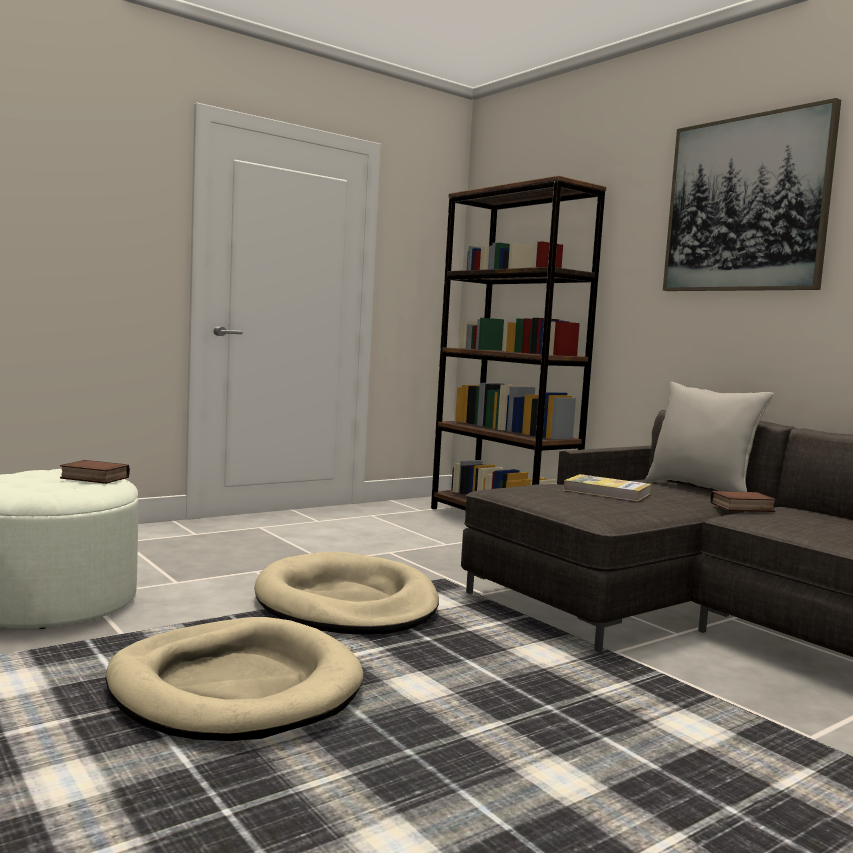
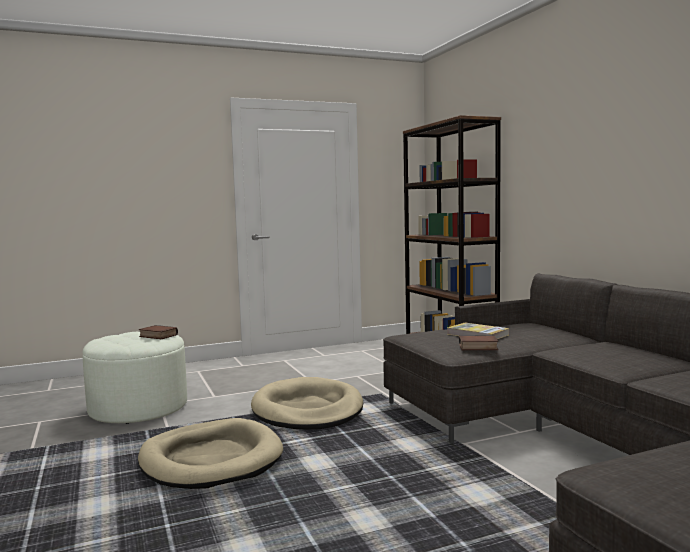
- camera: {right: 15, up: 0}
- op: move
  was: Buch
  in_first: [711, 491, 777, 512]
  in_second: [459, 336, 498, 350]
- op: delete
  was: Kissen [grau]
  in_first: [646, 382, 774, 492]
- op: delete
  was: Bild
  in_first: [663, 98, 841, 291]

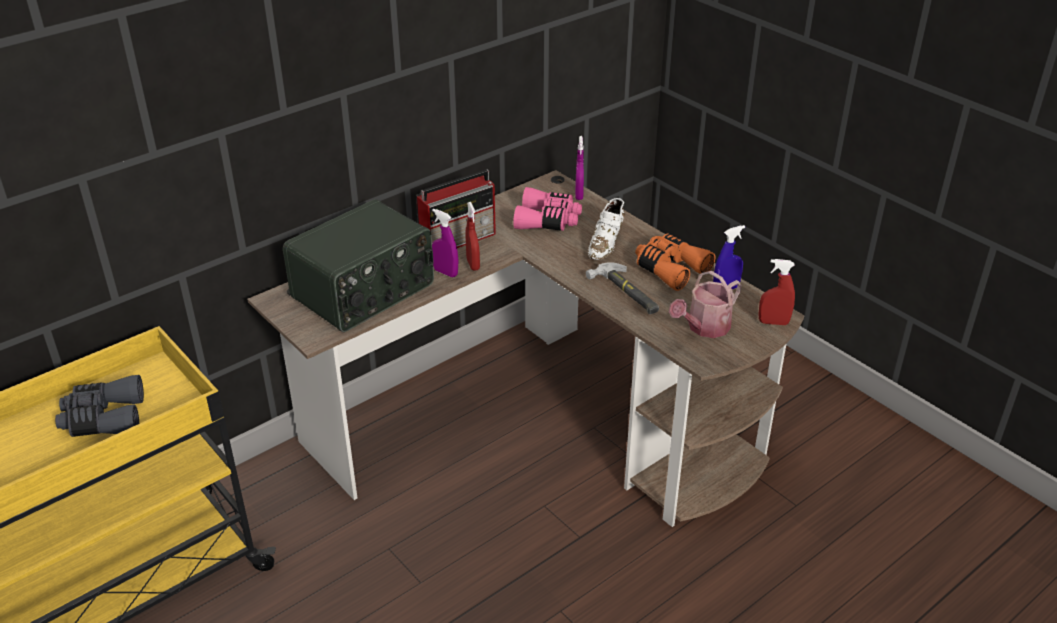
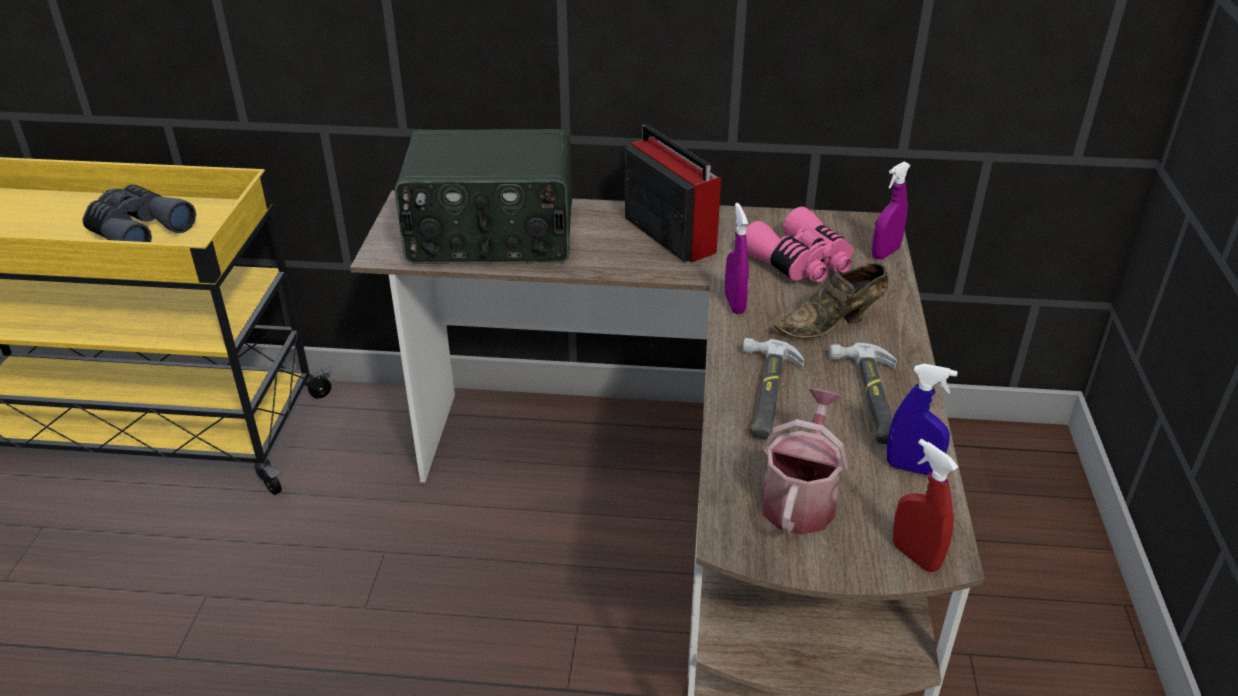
- camera: {right: 45, up: 0}
- op: rotate
  was: Radio
  in_first: [416, 169, 496, 248]
  in_second: [625, 125, 721, 263]
  clockwise: -135
- op: move
  was: Sprühflasche [lila]
  in_first: [432, 209, 458, 277]
  in_second: [725, 203, 749, 314]
- op: rotate
  was: Gießkanne
  in_first: [669, 271, 742, 338]
  in_second: [761, 388, 848, 535]
  clockwise: 105
- op: recolor
  was: Schuh [weiß]
  now: Schuh [braun]
  in_first: [588, 198, 625, 260]
  in_second: [774, 263, 888, 338]
- op: replace
  was: Fernglas [orange]
  now: Hammer
  in_first: [635, 233, 715, 291]
  in_second: [829, 343, 897, 444]
- op: delete
  was: Sprühflasche [rot]
  in_first: [466, 202, 480, 271]

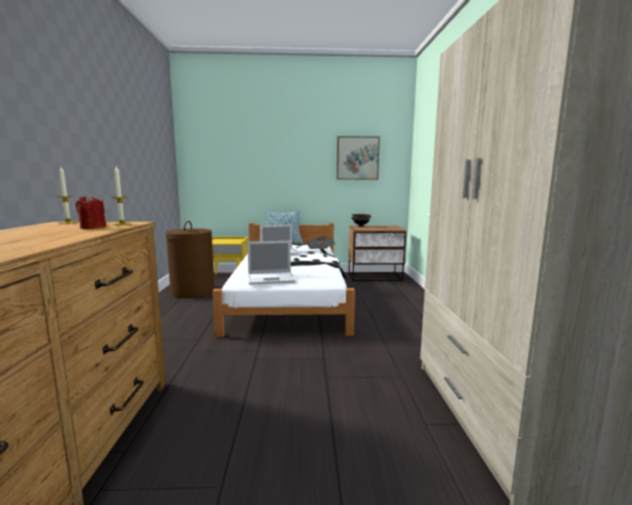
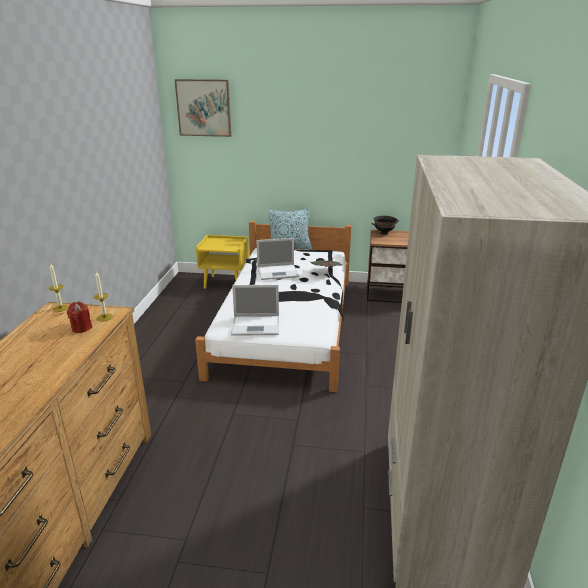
- camera: {right: 10, up: 15}
- op: move
  was: Bild
  in_first: [337, 136, 380, 180]
  in_second: [175, 79, 232, 137]
- op: delete
  was: Wäschekorb [braun]
  in_first: [166, 221, 215, 298]

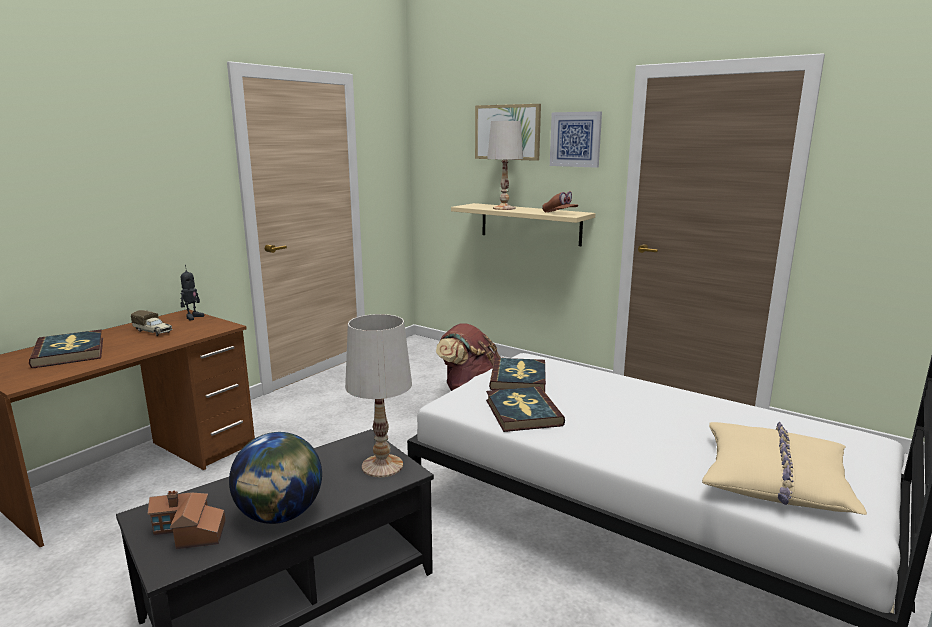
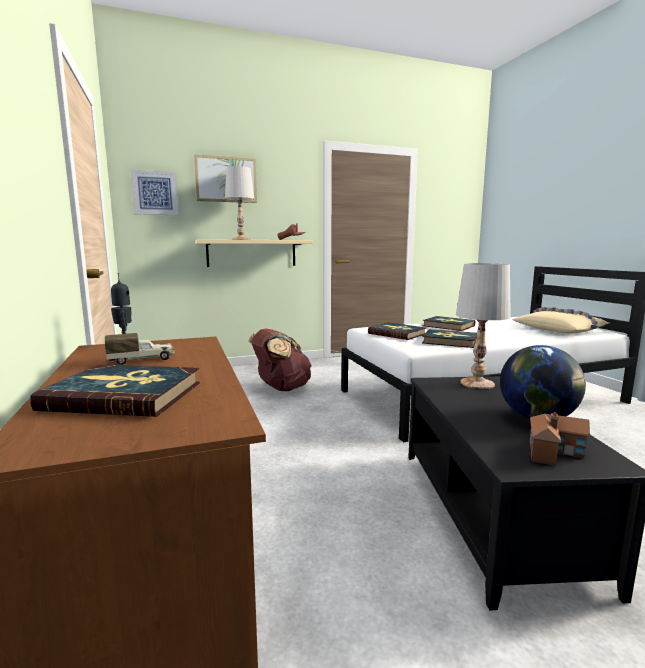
- camera: {right: -55, up: -5}
- op: move
  was: Bild
  in_first: [550, 111, 602, 168]
  in_second: [130, 170, 179, 215]
- op: insert
  now: Buch
  in_second: [422, 316, 475, 331]

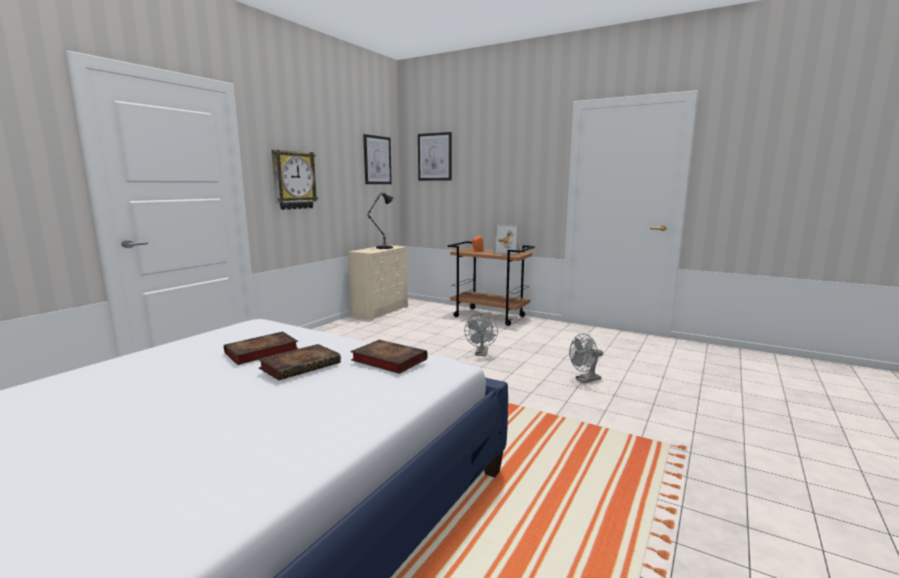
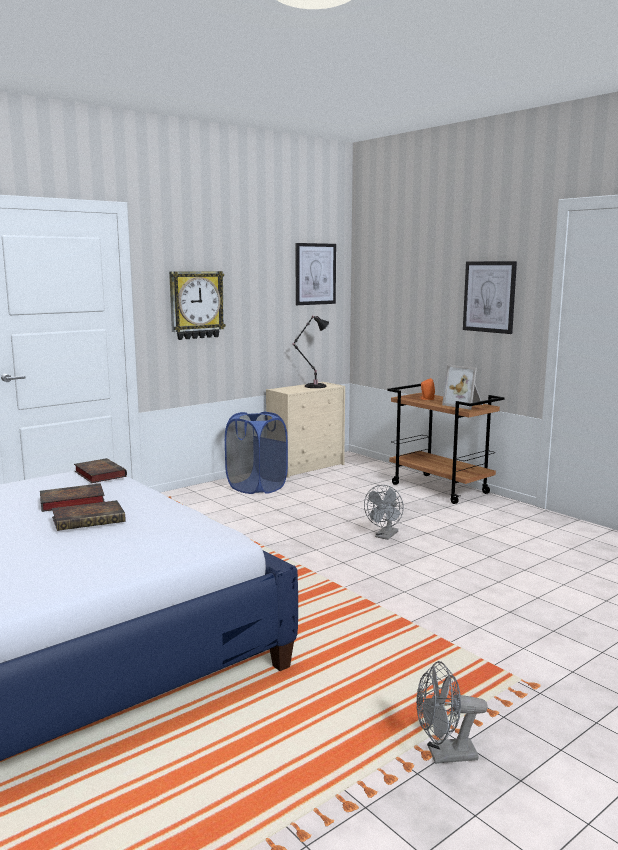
- camera: {right: 20, up: 0}
- op: move
  was: Buch
  in_first: [350, 340, 428, 374]
  in_second: [74, 458, 127, 483]
- op: insert
  now: Wäschekorb [blau]
  in_second: [225, 411, 288, 494]
- op: move
  was: Ventilator [grau]
  in_first: [569, 334, 603, 383]
  in_second: [416, 661, 488, 764]
- op: move
  was: Bild
  in_first: [418, 132, 452, 181]
  in_second: [463, 261, 517, 334]

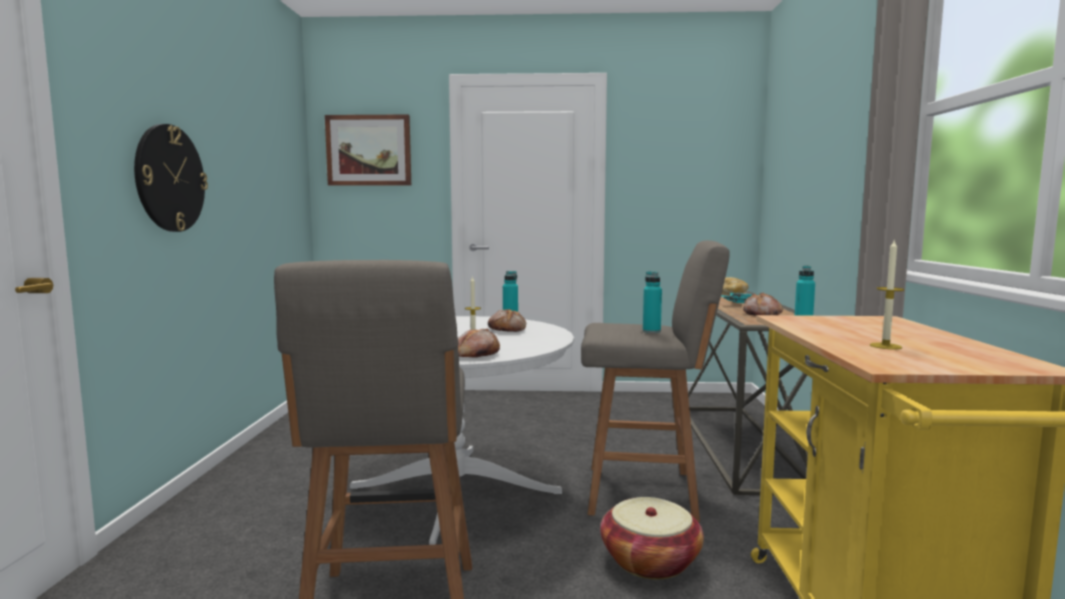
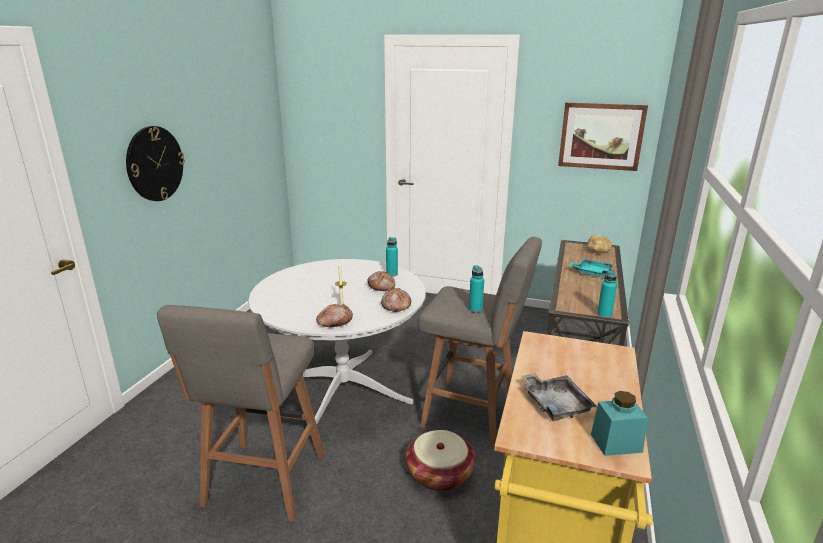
- camera: {right: 15, up: 15}
- op: move
  was: Brot
  in_first: [743, 293, 783, 315]
  in_second: [381, 287, 411, 312]
- op: replace
  was: Kerze
  now: Tablett [grau]
  in_first: [870, 239, 905, 349]
  in_second: [522, 374, 597, 421]
- op: move
  was: Bild
  in_first: [325, 114, 411, 186]
  in_second: [558, 103, 648, 171]
- op: insert
  now: Vorratsglas [türkis]
  in_second: [591, 391, 648, 456]

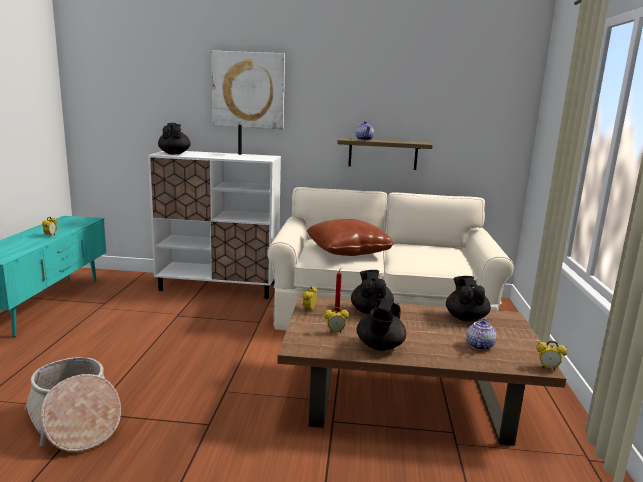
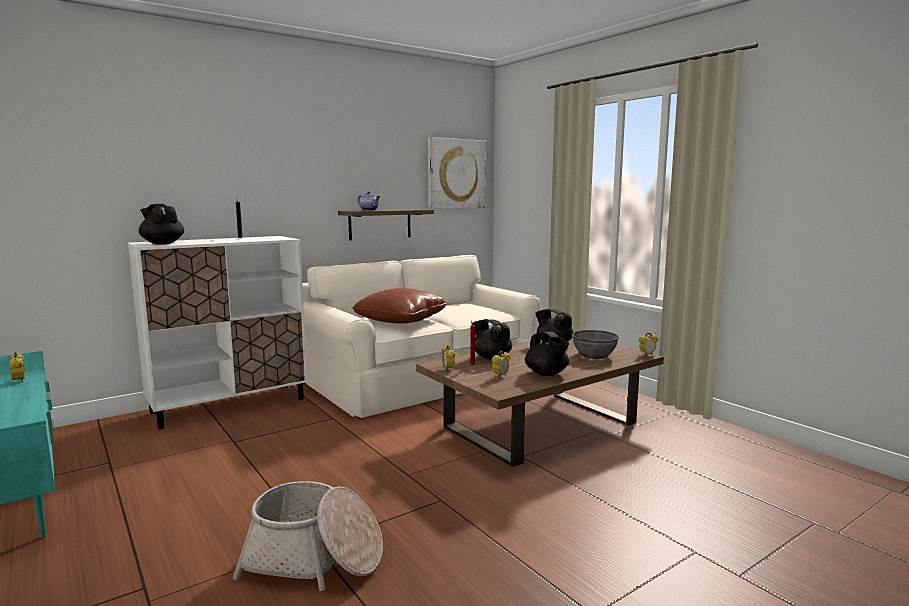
- camera: {right: -40, up: -5}
- op: move
  was: Bild
  in_first: [211, 51, 285, 129]
  in_second: [428, 137, 486, 209]
- op: replace
  was: Teekanne
  now: Schüssel [grau]
  in_first: [466, 318, 496, 350]
  in_second: [572, 330, 619, 359]

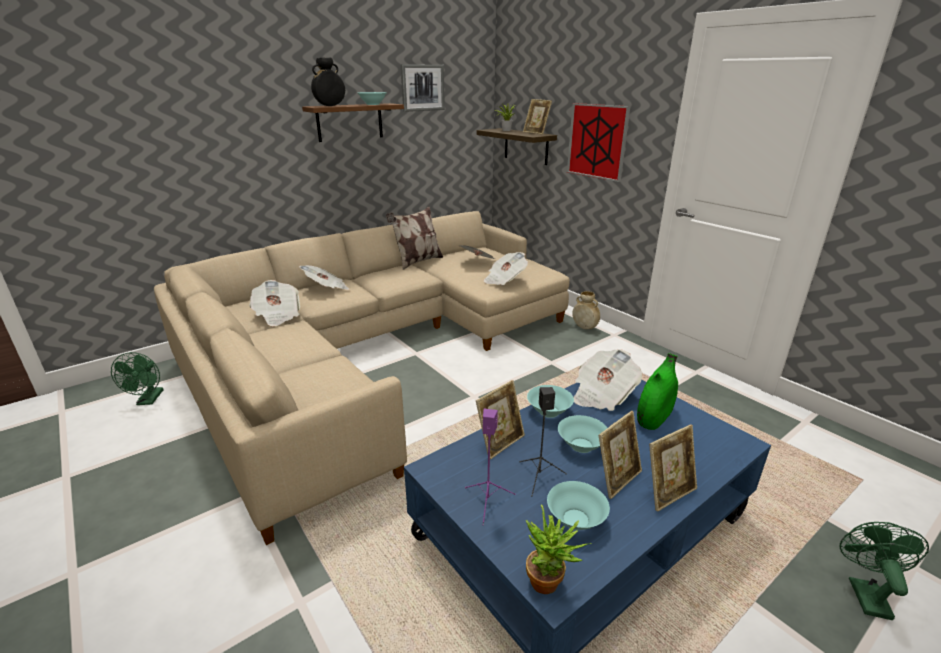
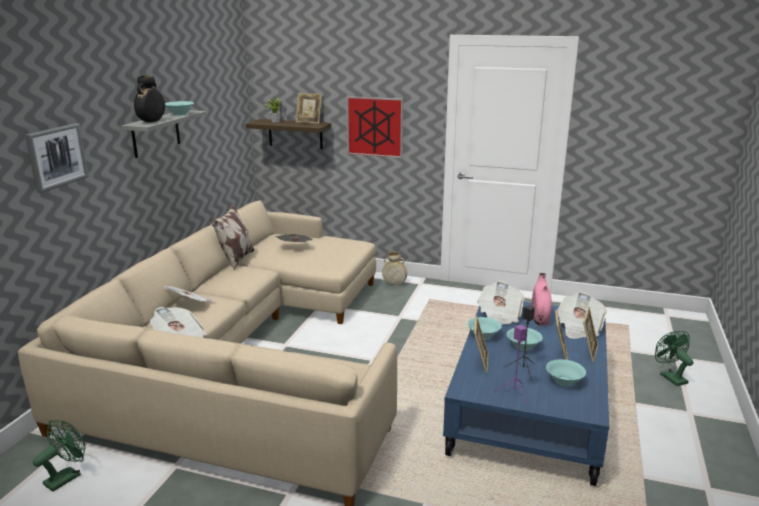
- camera: {right: -35, up: -5}
- op: move
  was: Bild
  in_first: [401, 64, 445, 112]
  in_second: [25, 123, 89, 193]
- op: rotate
  was: Ventilator [grün]
  in_first: [111, 352, 164, 405]
  in_second: [33, 420, 86, 492]
  clockwise: -105
- op: recolor
  was: Wandregal [braun]
  now: Wandregal [grau]
  in_first: [302, 103, 404, 142]
  in_second: [122, 110, 206, 158]
- op: recolor
  was: Vase [grün]
  now: Vase [rosa]
  in_first: [637, 353, 678, 430]
  in_second: [532, 273, 552, 326]
- op: move
  was: Zeitung
  in_first: [483, 252, 528, 285]
  in_second: [557, 292, 607, 339]
- op: delete
  was: Topfpflanze
  in_first: [526, 504, 592, 594]

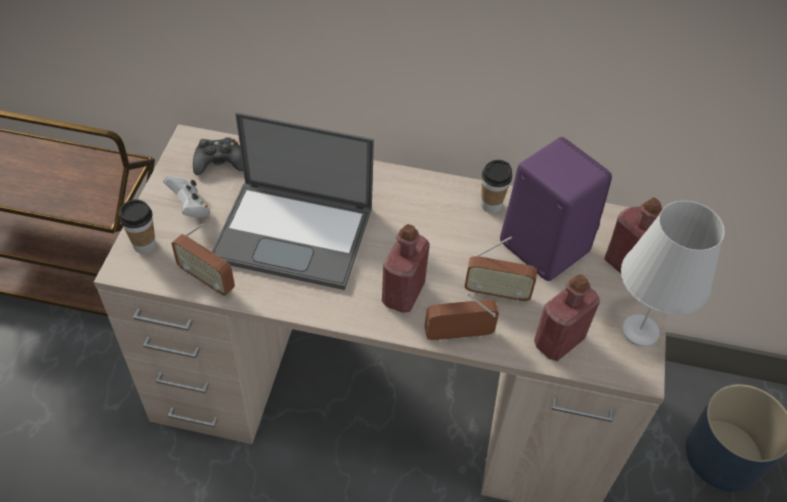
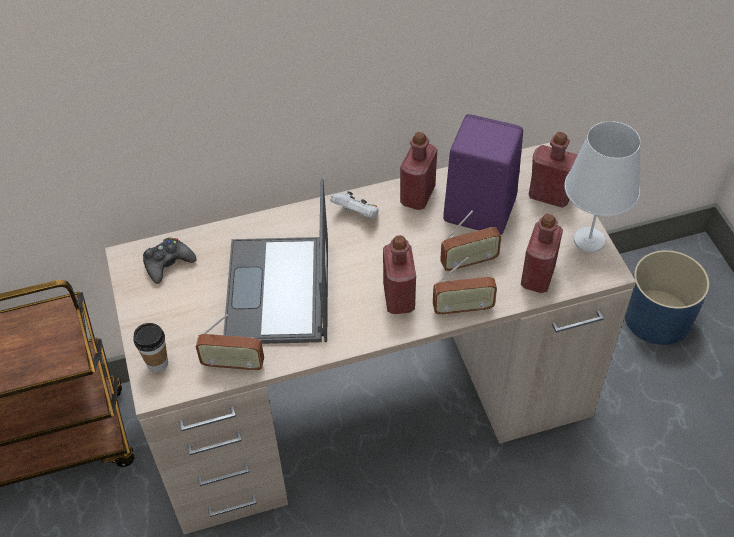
- camera: {right: -25, up: 0}
- op: rotate
  was: Laptop
  in_first: [212, 112, 374, 290]
  in_second: [223, 178, 328, 344]
  clockwise: 105
- op: move
  was: Gamepad [weiß]
  in_first: [163, 176, 210, 218]
  in_second: [331, 191, 379, 219]
- op: replace
  was: Tasse
  now: Flasche [rot]
  in_first: [481, 160, 512, 213]
  in_second: [400, 132, 437, 210]
- op: rotate
  was: Radio
  in_first: [425, 293, 499, 343]
  in_second: [433, 257, 497, 317]
  clockwise: -150

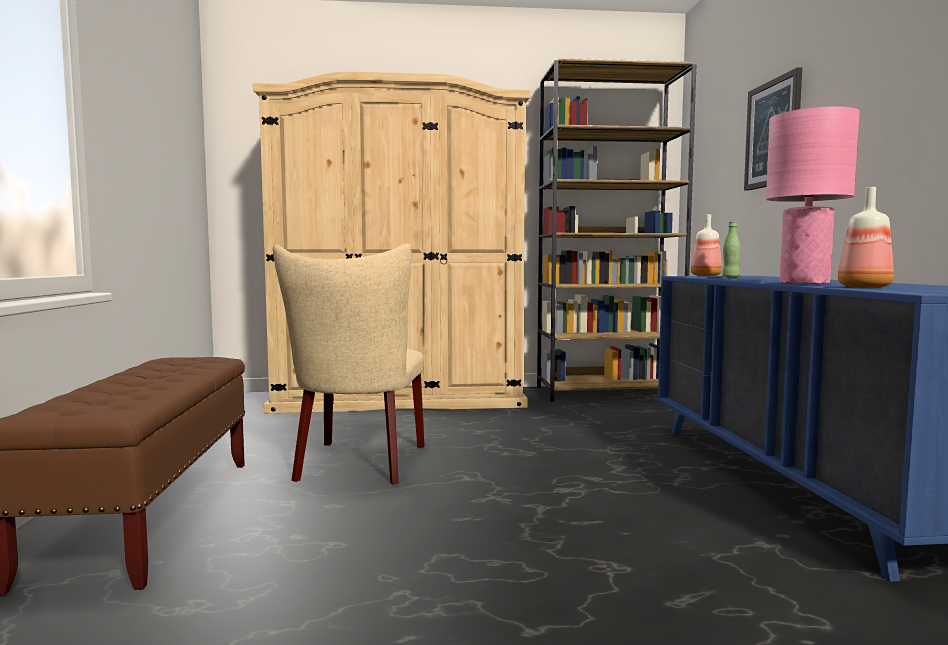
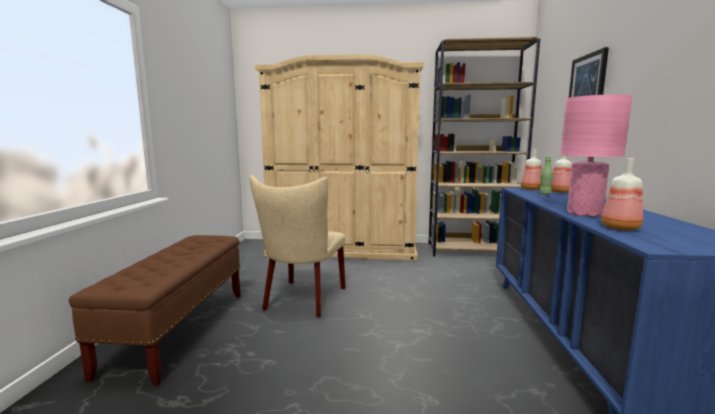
- camera: {right: 10, up: 5}
- op: insert
  now: Flasche
  in_second: [551, 155, 572, 193]

